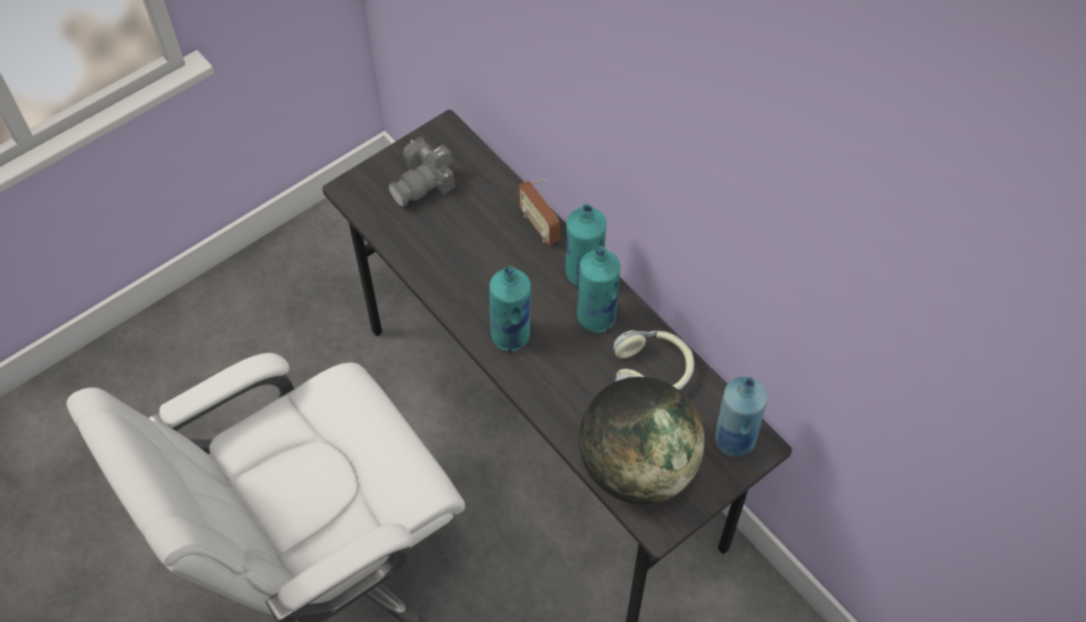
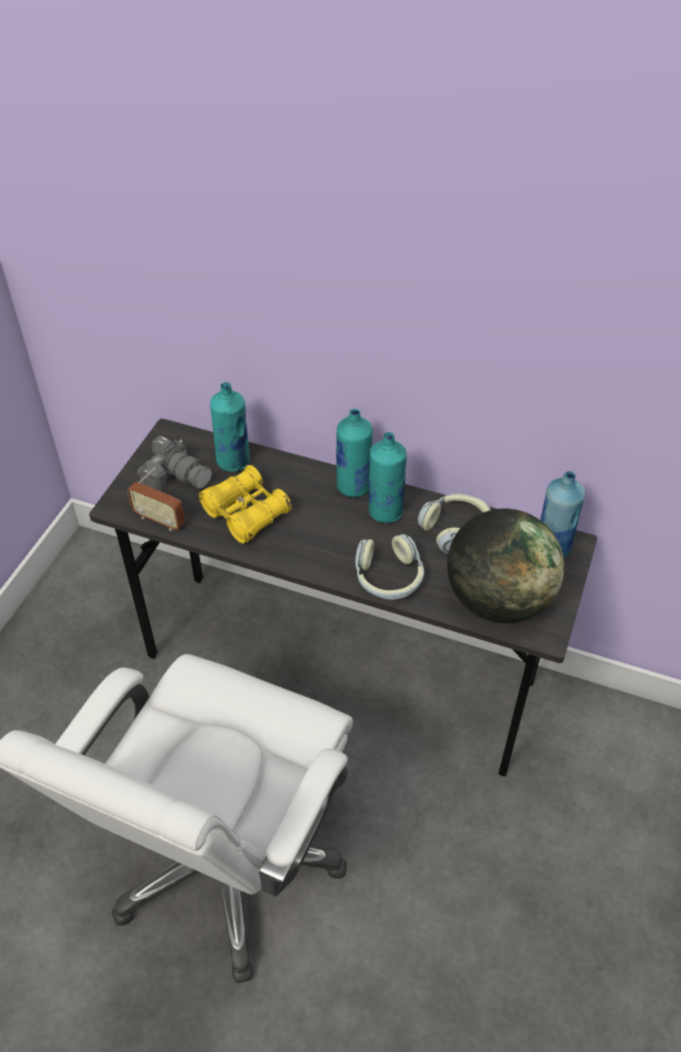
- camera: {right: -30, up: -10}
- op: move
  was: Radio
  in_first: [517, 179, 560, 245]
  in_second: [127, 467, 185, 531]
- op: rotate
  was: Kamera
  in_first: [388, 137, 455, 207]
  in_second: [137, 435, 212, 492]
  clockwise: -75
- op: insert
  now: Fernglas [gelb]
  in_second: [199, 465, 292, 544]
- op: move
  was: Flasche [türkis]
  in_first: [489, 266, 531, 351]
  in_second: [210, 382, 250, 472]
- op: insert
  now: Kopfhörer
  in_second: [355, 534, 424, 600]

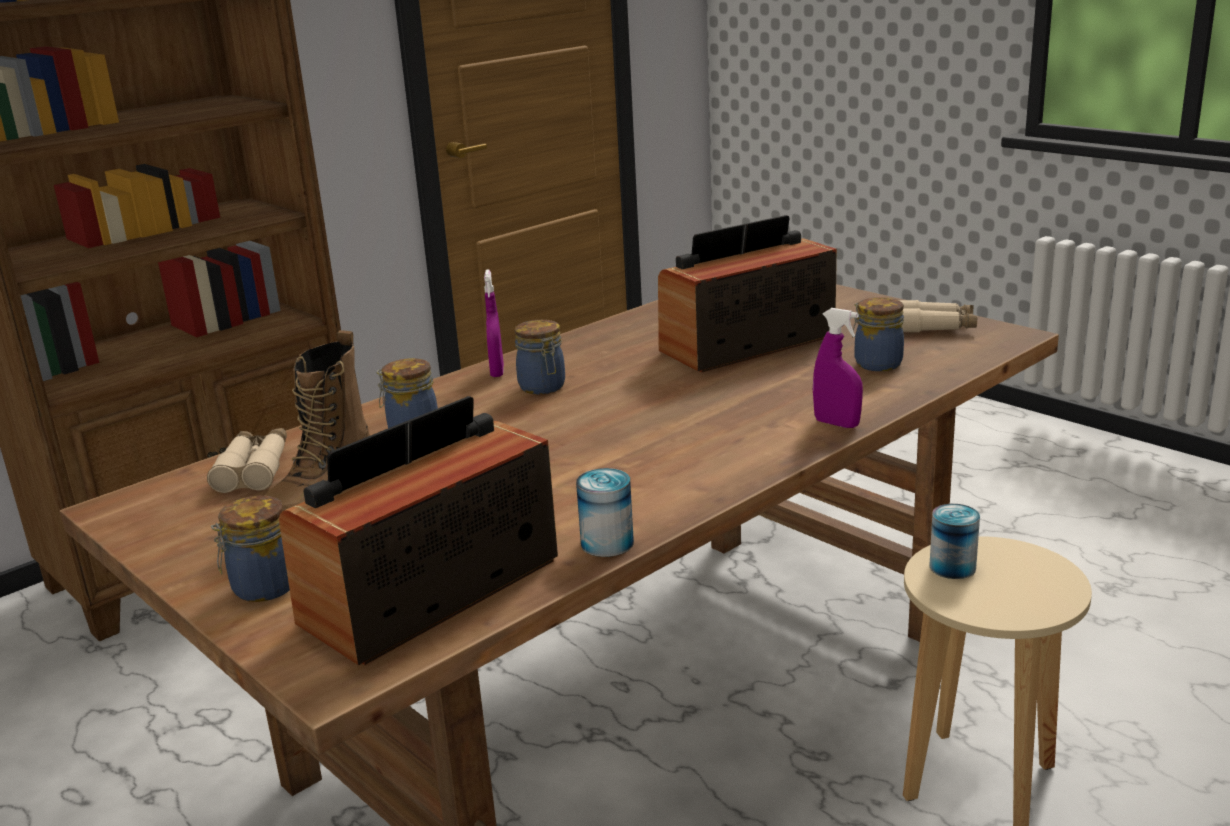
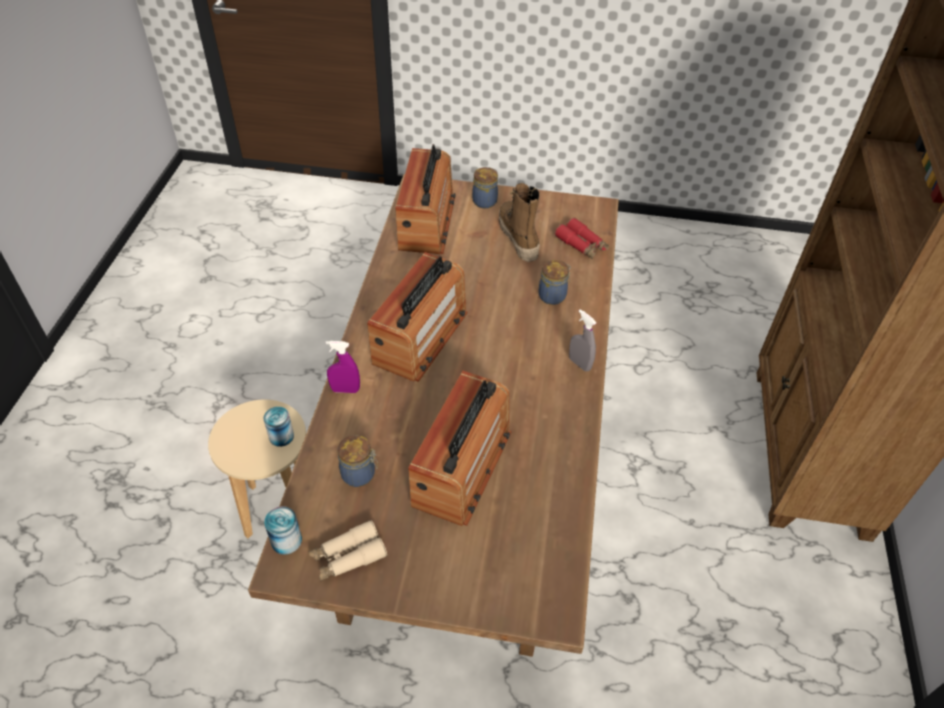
- camera: {right: 140, up: 25}
- op: move
  was: Dose
  in_first: [576, 468, 634, 557]
  in_second: [264, 506, 302, 555]
- op: insert
  now: Radio
  in_second: [367, 252, 468, 382]
- op: recolor
  was: Fernglas [beige]
  now: Fernglas [rot]
  in_first: [207, 428, 287, 493]
  in_second: [555, 218, 609, 259]
- op: recolor
  was: Sprühflasche [lila]
  now: Sprühflasche [grau]
  in_first: [484, 269, 504, 377]
  in_second: [569, 309, 596, 371]
- op: delete
  was: Vorratsglas
  in_first: [515, 320, 565, 394]

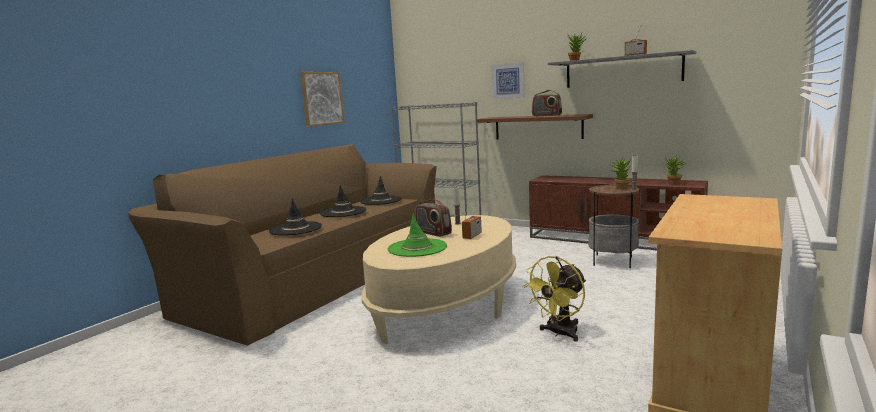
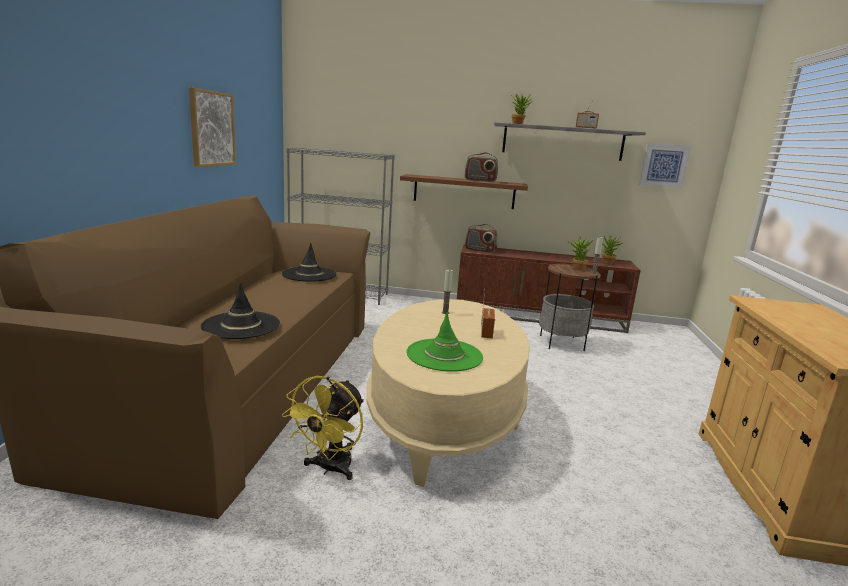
- camera: {right: -25, up: 5}
- op: move
  was: Ventilator [gelb]
  in_first: [523, 256, 586, 342]
  in_second: [282, 376, 364, 480]
- op: move
  was: Radio
  in_first: [415, 199, 452, 237]
  in_second: [465, 224, 498, 253]
- op: move
  was: Bild
  in_first: [491, 62, 525, 99]
  in_second: [639, 143, 691, 188]
- op: delete
  was: Hut [schwarz]
  in_first: [320, 185, 366, 217]

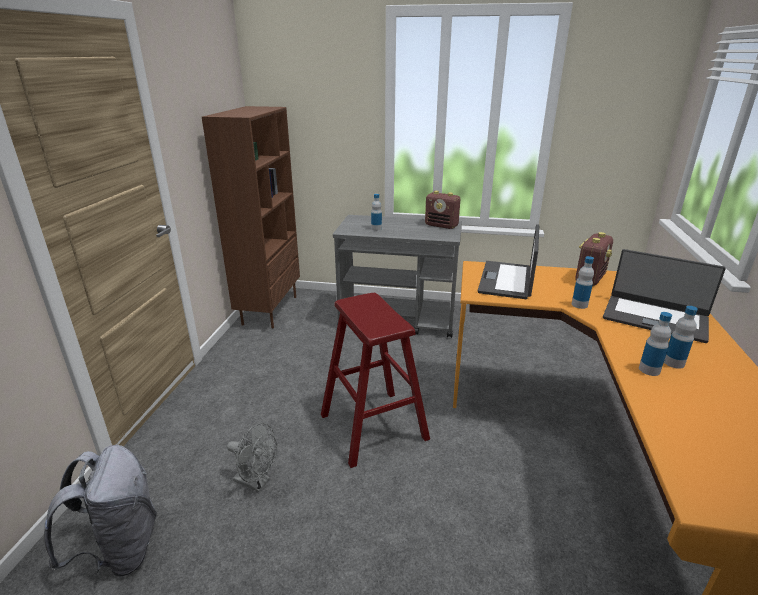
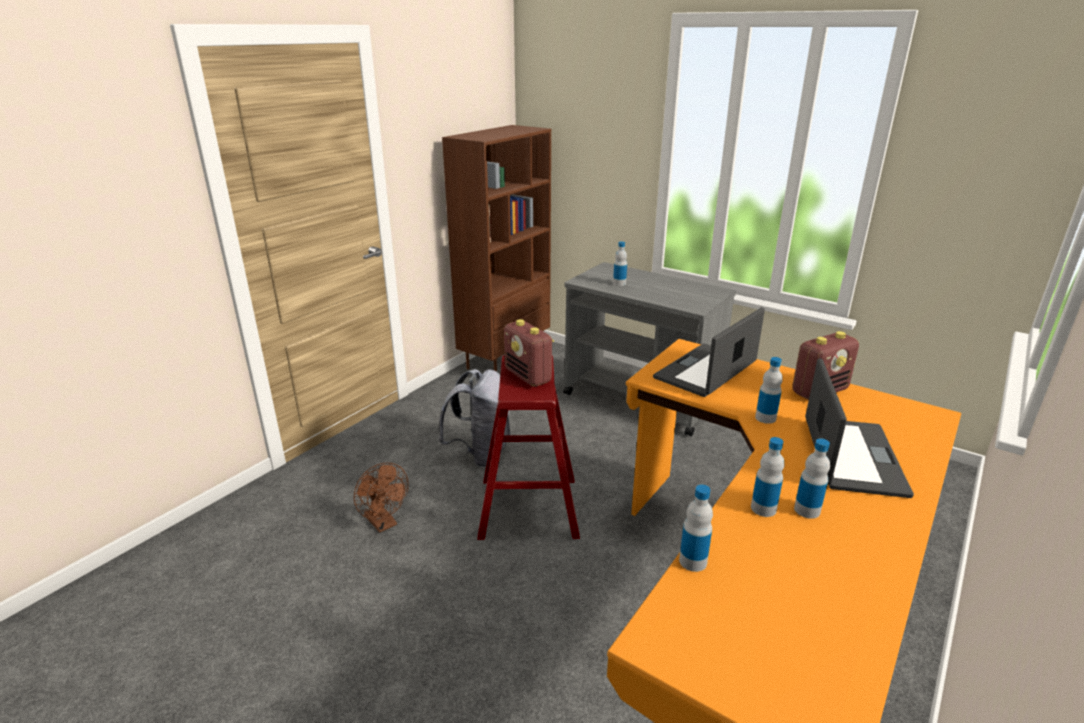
- camera: {right: 25, up: 0}
- op: recolor
  was: Ventilator [grau]
  now: Ventilator [braun]
  in_first: [227, 423, 277, 492]
  in_second: [353, 463, 409, 533]
- op: move
  was: Rucksack [grau]
  in_first: [44, 445, 157, 577]
  in_second: [438, 369, 510, 467]
- op: move
  was: Radio
  in_first: [425, 191, 460, 229]
  in_second: [504, 319, 554, 387]
- op: insert
  now: Flasche
  in_second: [679, 485, 713, 572]
- op: rotate
  was: Laptop
  in_first: [603, 249, 726, 343]
  in_second: [805, 359, 914, 498]
  clockwise: -135

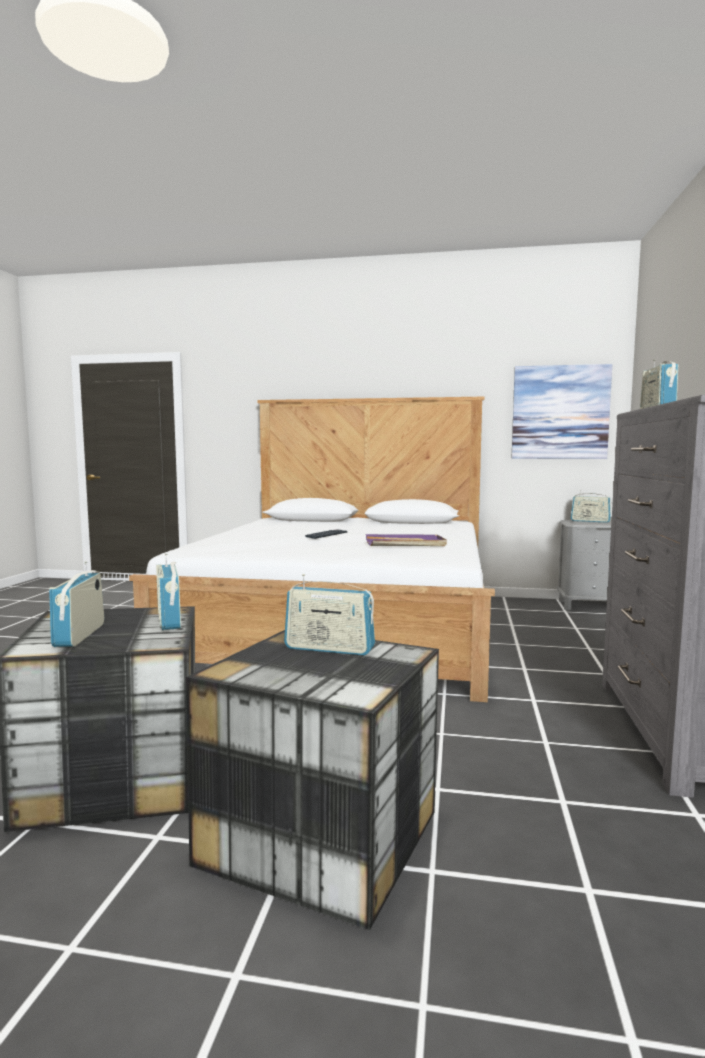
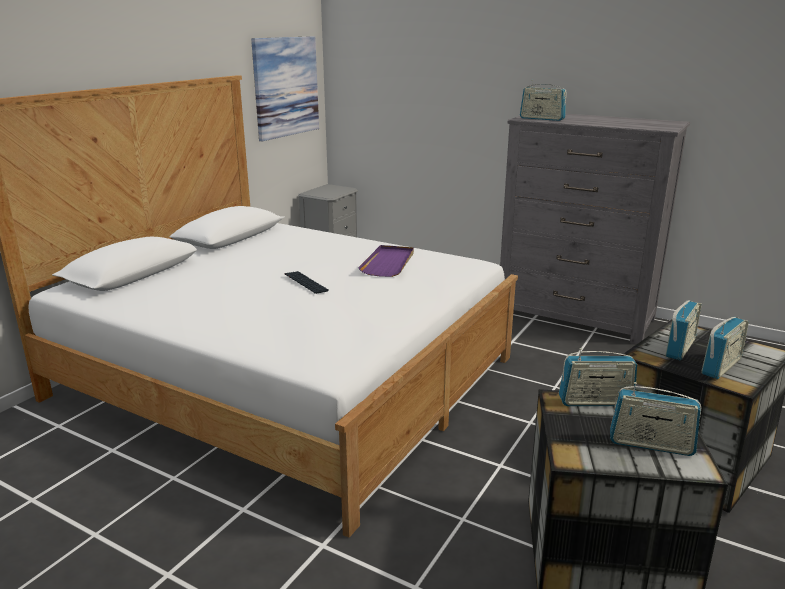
- camera: {right: -70, up: 15}
- op: move
  was: Radio
  in_first: [571, 490, 611, 523]
  in_second: [701, 317, 749, 379]

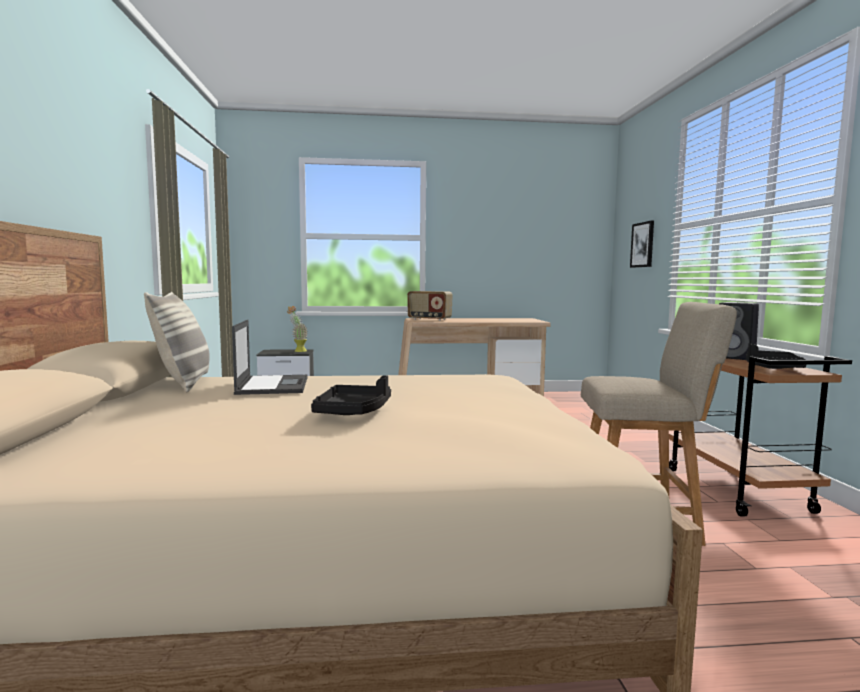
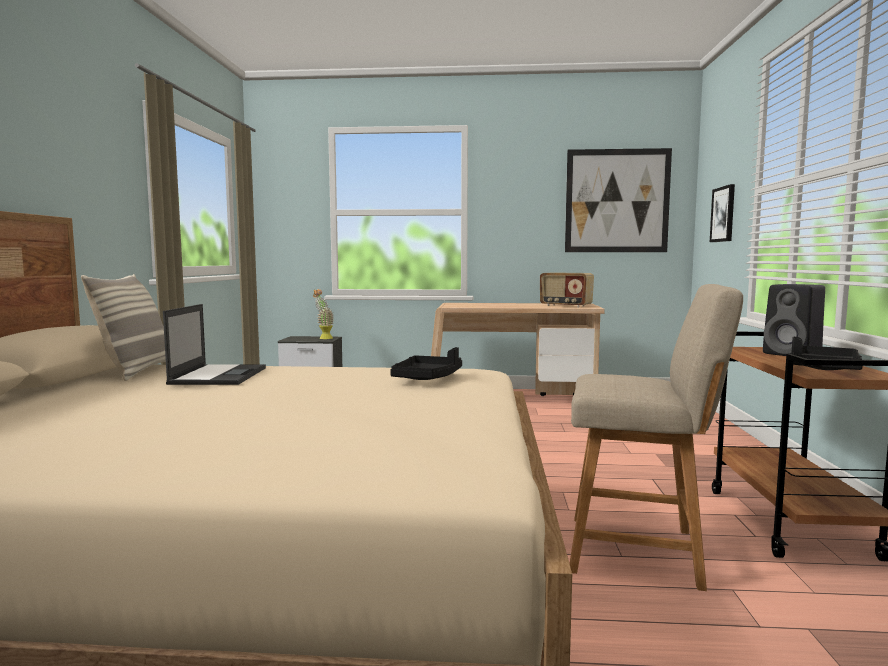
- camera: {right: 10, up: 0}
- op: move
  was: Tablett [schwarz]
  in_first: [311, 375, 391, 415]
  in_second: [390, 347, 462, 380]
- op: move
  was: Radio
  in_first: [407, 291, 453, 321]
  in_second: [540, 273, 594, 307]
- op: insert
  now: Bild
  in_second: [565, 148, 672, 252]

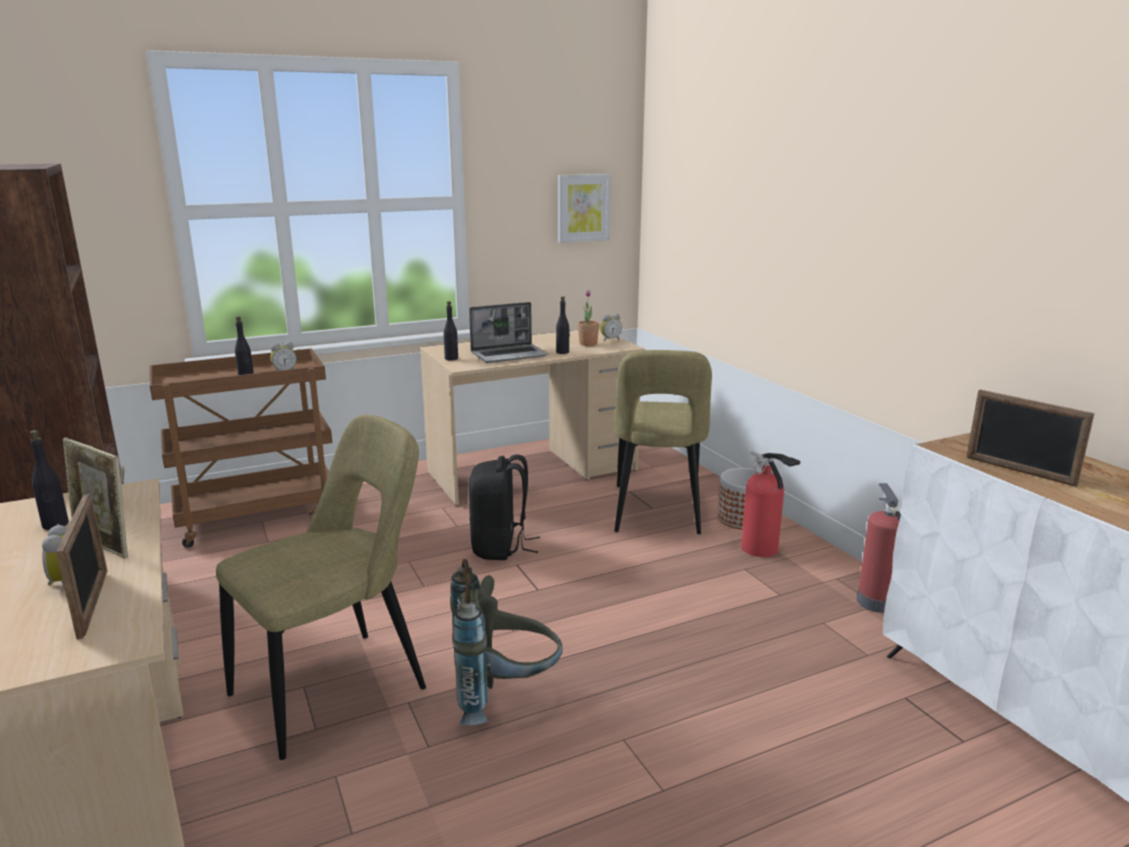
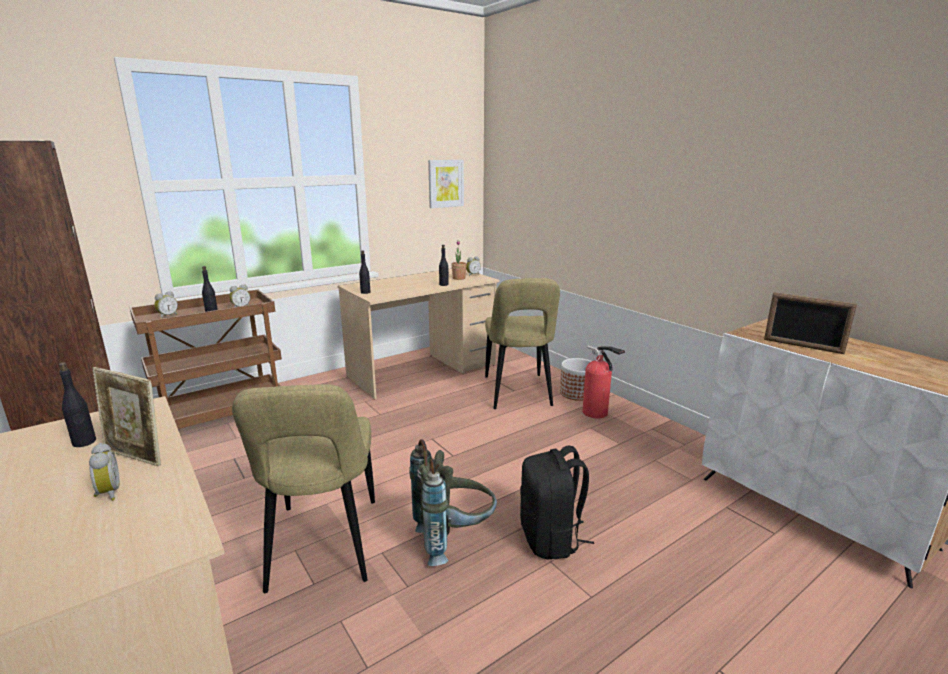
- camera: {right: -10, up: 0}
- op: insert
  now: Wecker
  in_second: [154, 291, 178, 319]
- op: rotate
  was: Stuhl [beige]
  in_first: [216, 415, 426, 760]
  in_second: [232, 384, 375, 593]
  clockwise: 135
- op: move
  was: Rucksack [schwarz]
  in_first: [468, 454, 540, 560]
  in_second: [520, 446, 594, 559]
- op: delete
  was: Bilderrahmen
  in_first: [56, 494, 107, 639]
- op: delete
  was: Laptop
  in_first: [469, 302, 549, 363]
- op: delete
  was: Feuerlöscher
  in_first: [857, 483, 901, 613]

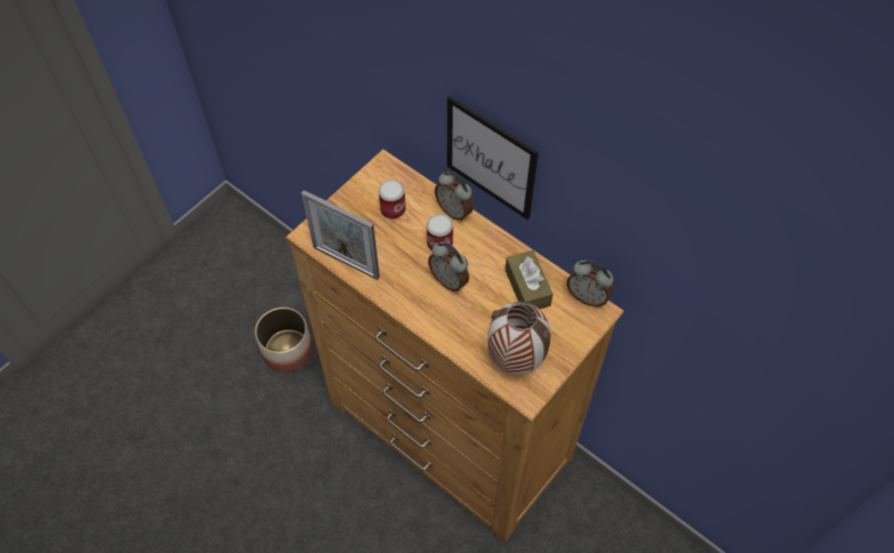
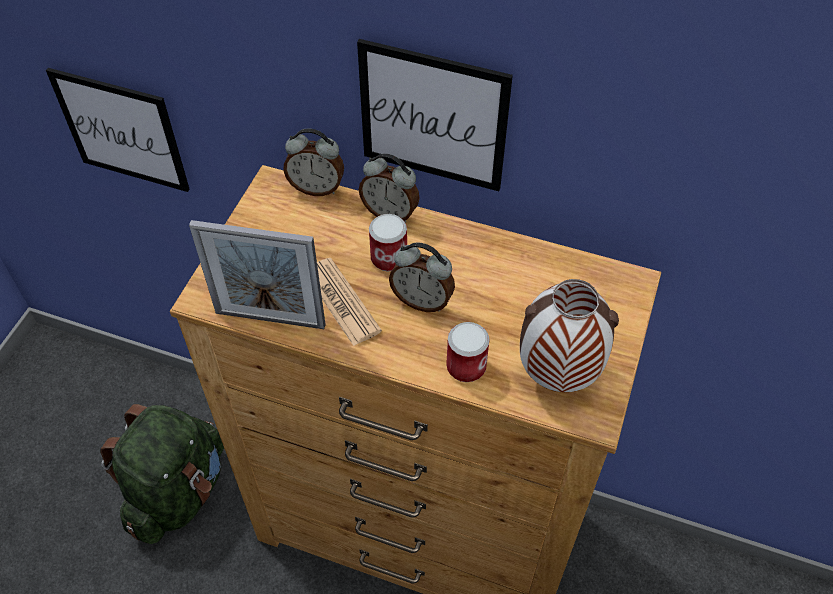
- camera: {right: -20, up: -5}
- op: insert
  now: Bild
  in_second: [46, 68, 190, 192]
- op: replace
  was: Pflanzkübel
  now: Rucksack [grün]
  in_first: [255, 307, 313, 372]
  in_second: [100, 404, 224, 544]
- op: move
  was: Wecker
  in_first: [567, 260, 614, 307]
  in_second: [283, 129, 344, 196]
- op: insert
  now: Zeitung
  in_second: [317, 258, 382, 346]
- op: move
  was: Dose
  in_first: [378, 180, 406, 219]
  in_second: [446, 322, 490, 382]
- op: delete
  was: Taschentuchbox [braun]
  in_first: [505, 250, 553, 309]

